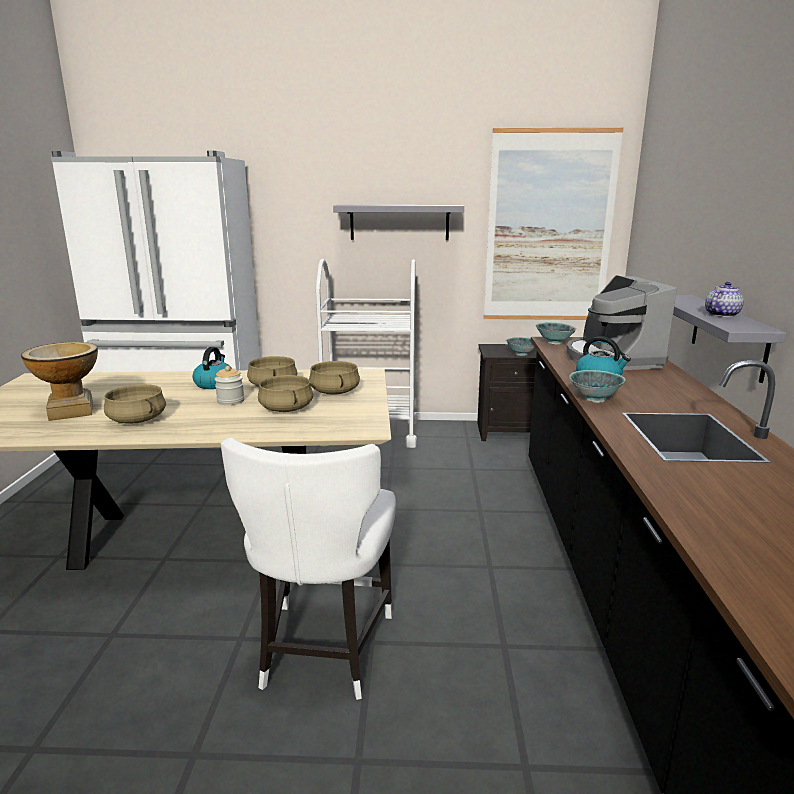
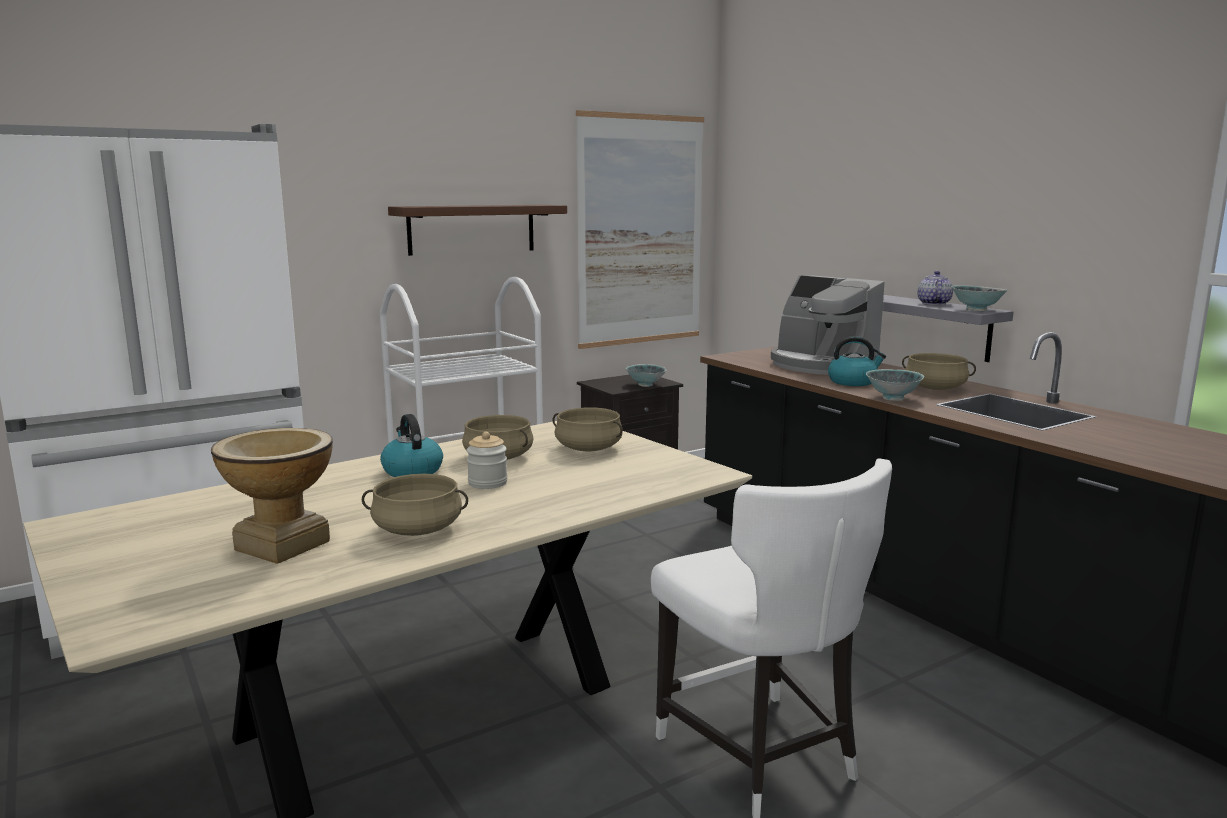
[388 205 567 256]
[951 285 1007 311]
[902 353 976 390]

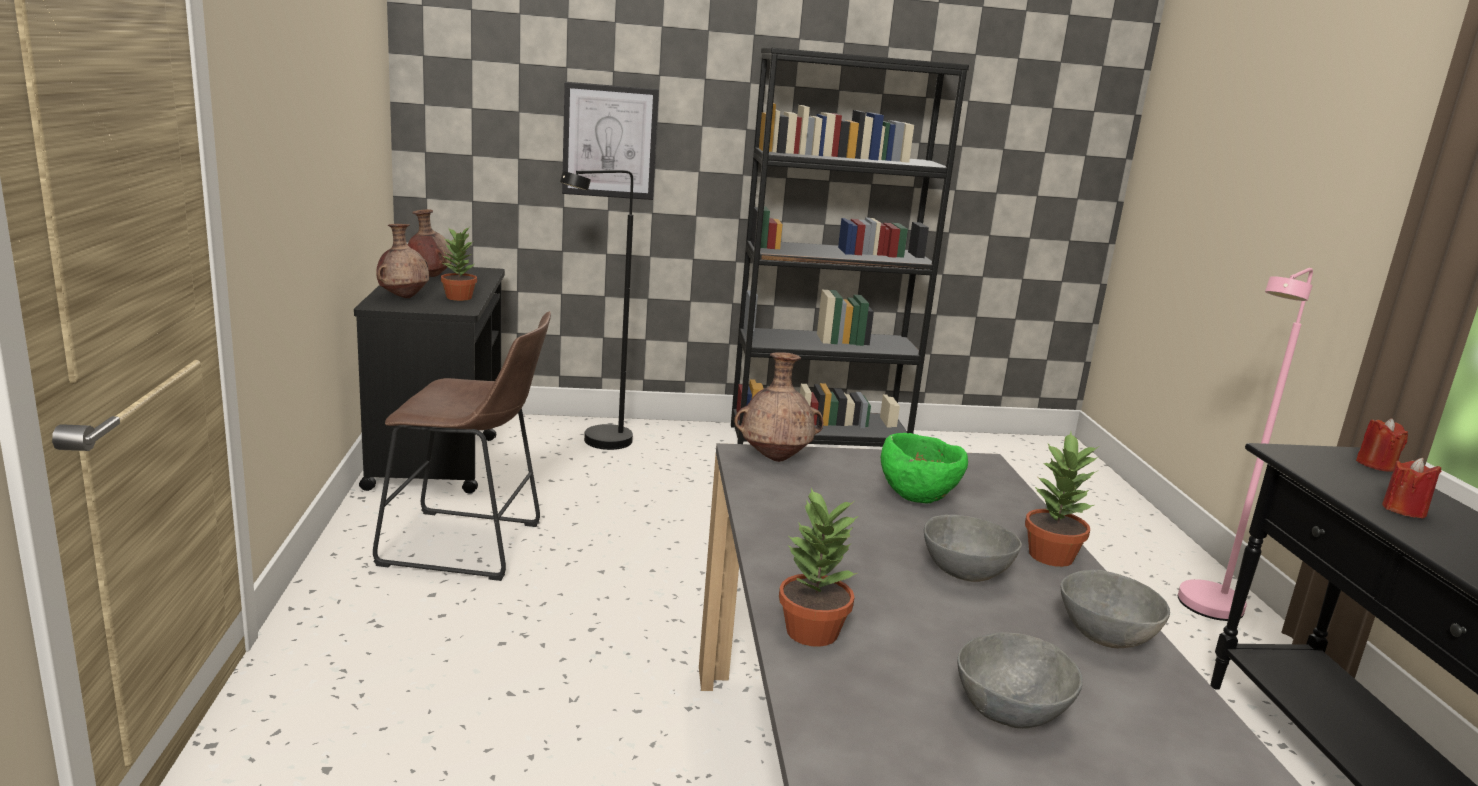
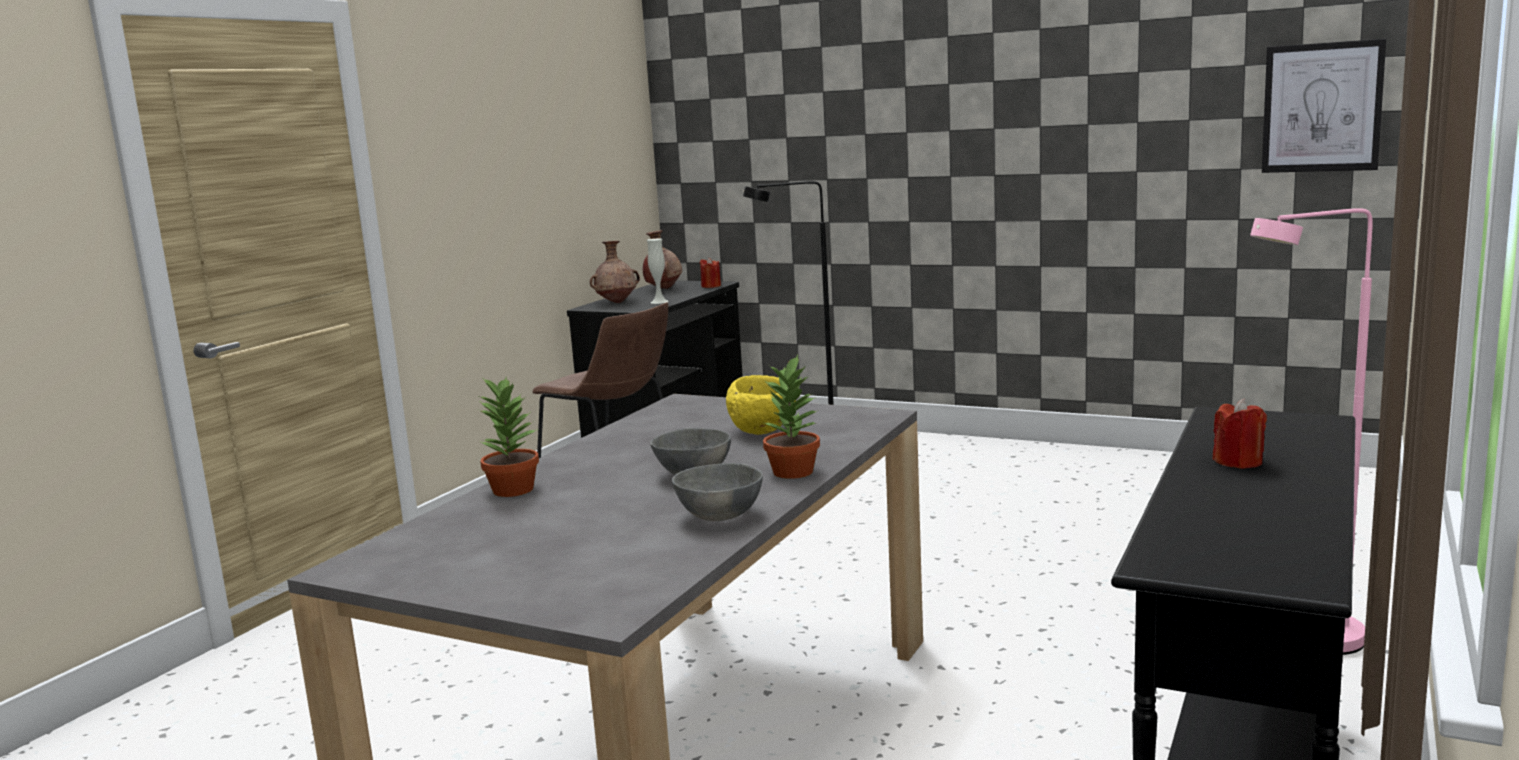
[731 48 969 447] (first image)
[1262 39 1386 173]
[647 239 668 304]
[734 352 823 462] (first image)
[700 257 721 288]
[726 375 796 435]
[958 632 1083 728] (first image)

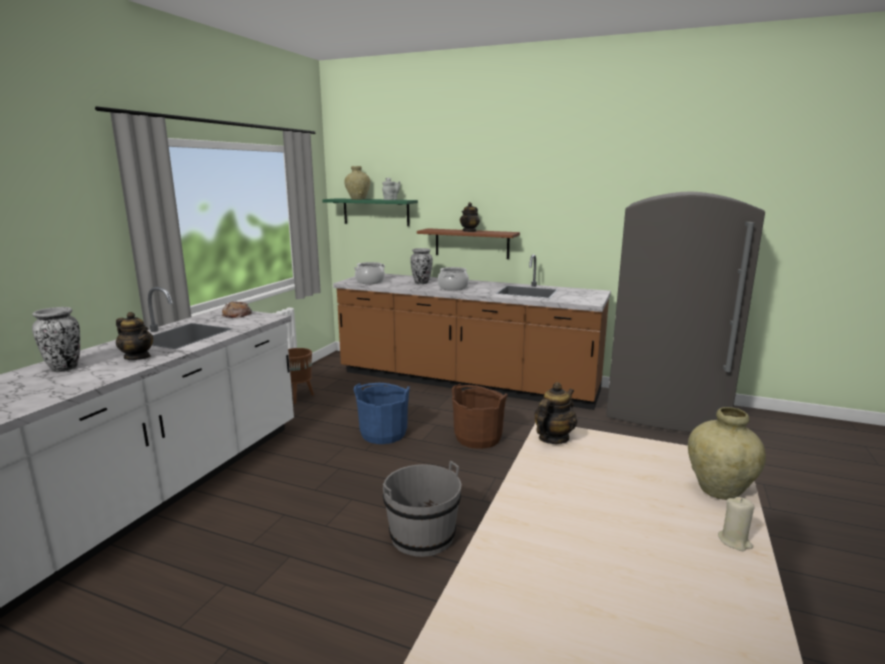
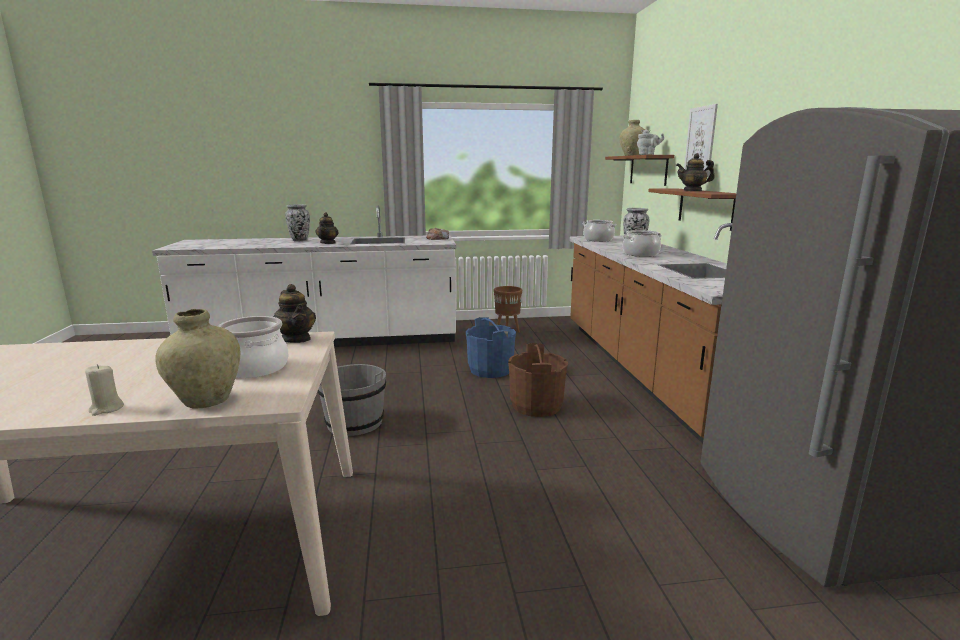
[605 155 674 186]
[273 284 316 343]
[684 104 718 177]
[218 316 288 378]

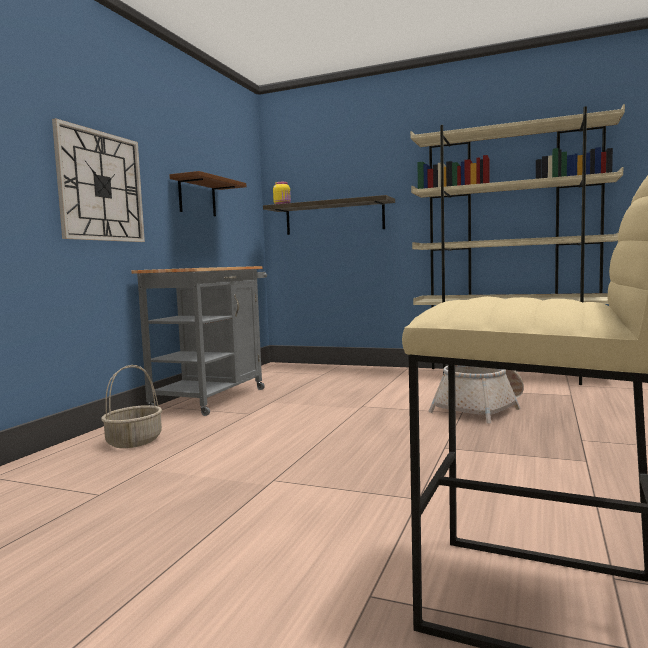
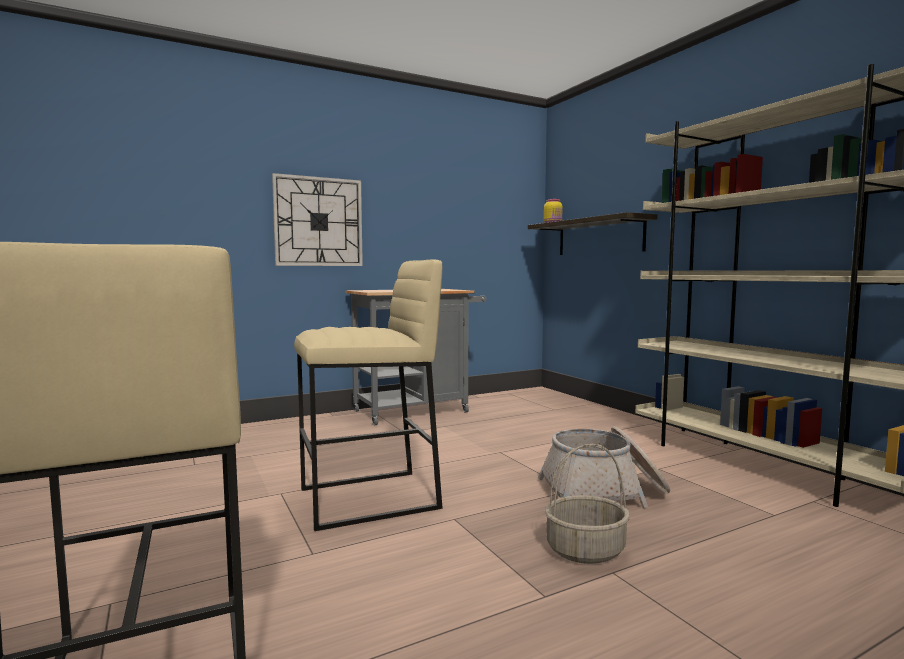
[169 171 246 216] (first image)
[545 444 630 564]
[294 260 443 531]

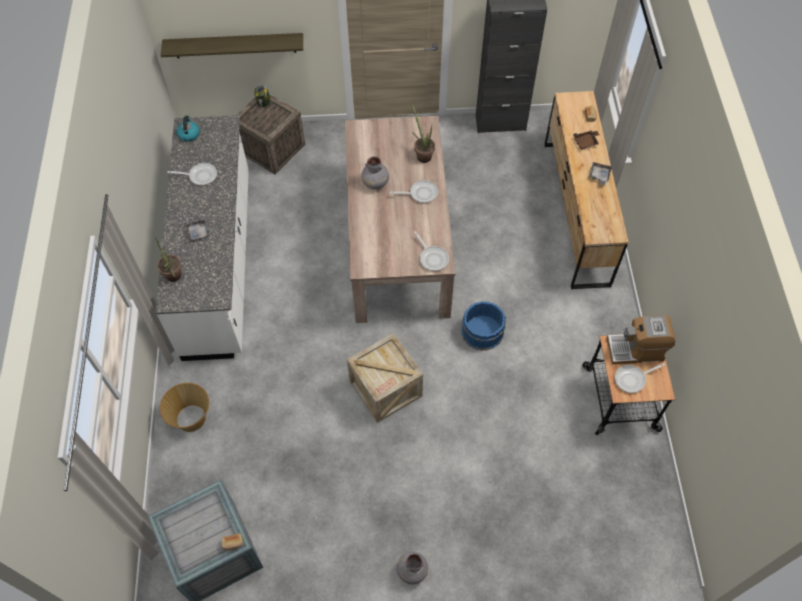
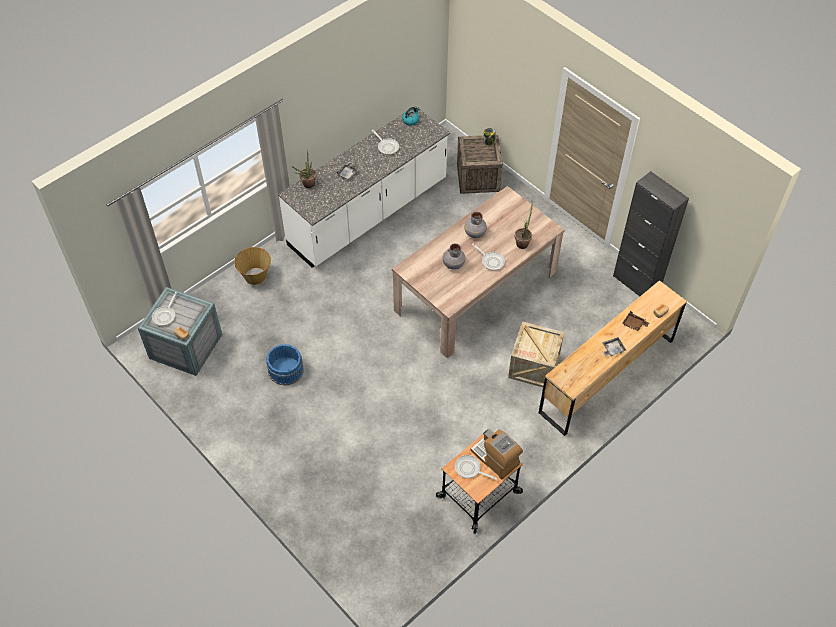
[161 33 303 58] (first image)
[152 292 177 326]
[266 344 304 385]
[508 321 564 387]
[443 243 466 270]

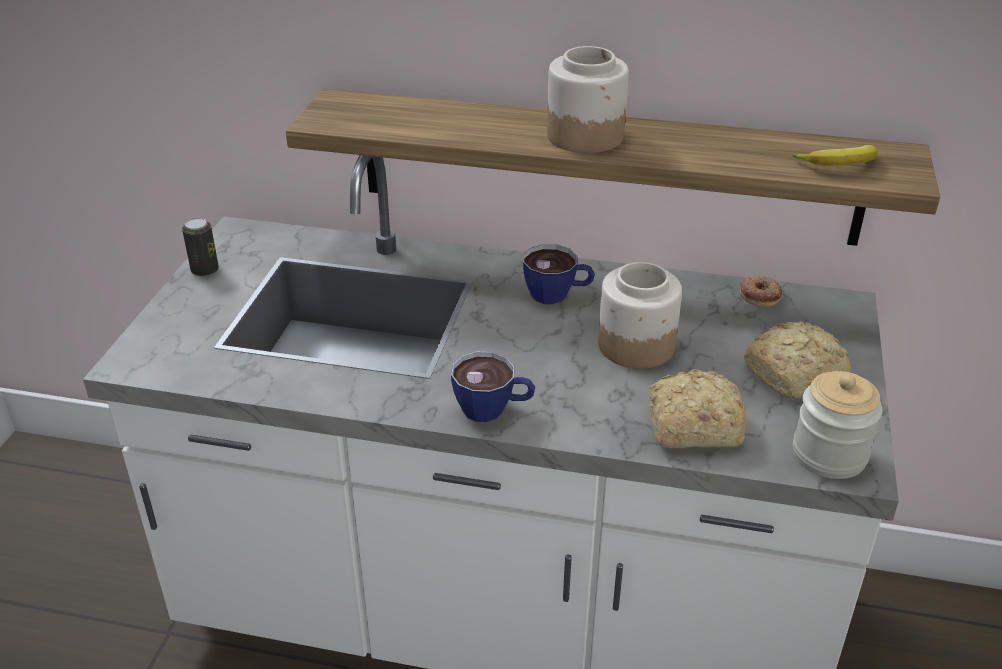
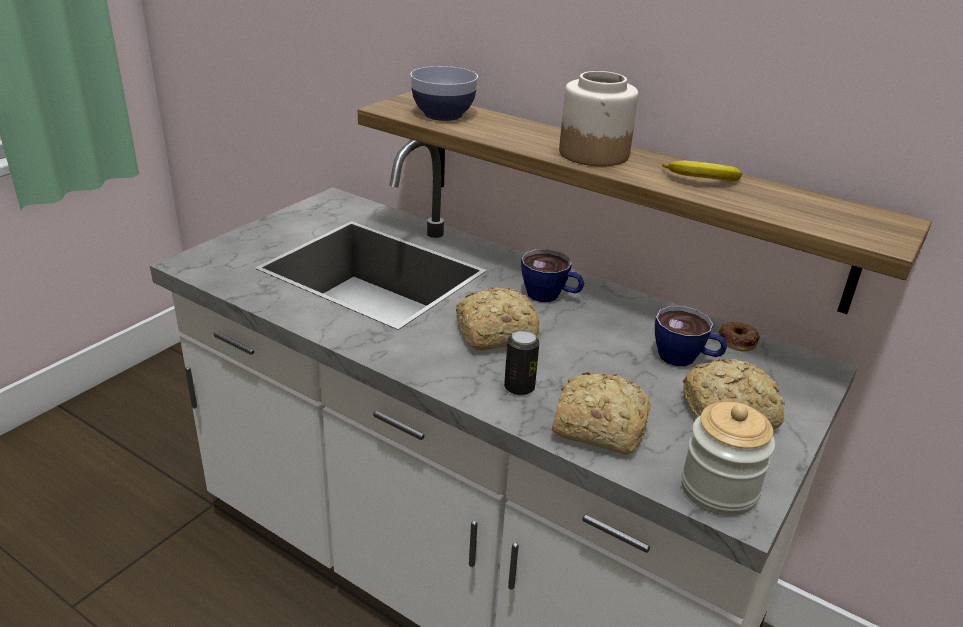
[662 161 742 181]
[504 330 539 396]
[598 262 682 369] (first image)
[655 306 727 366]
[410 66 478 121]
[456 287 540 350]

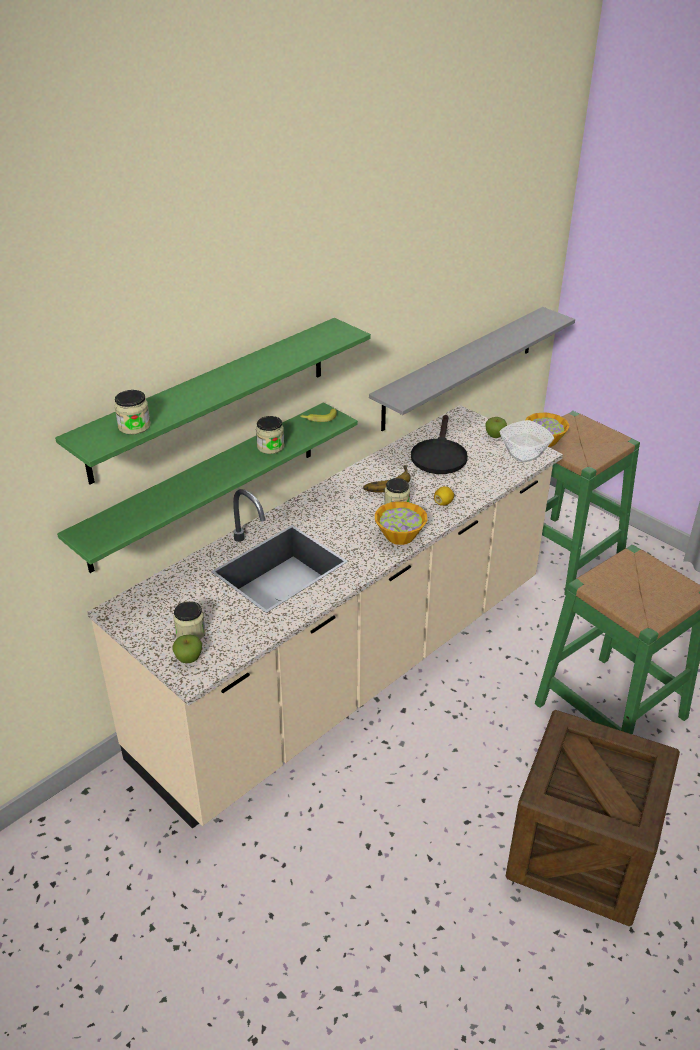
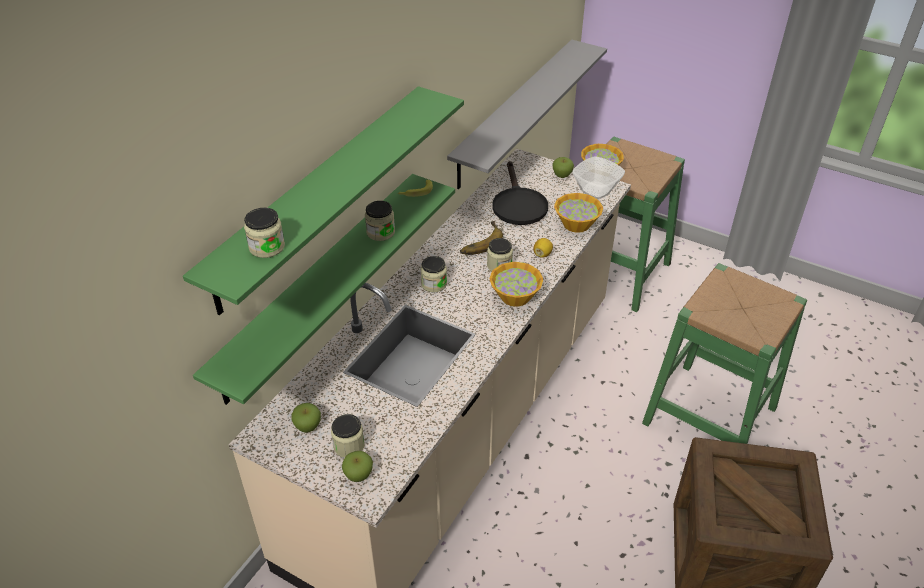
[554 193 603 233]
[421 256 447 292]
[291 403 321 433]

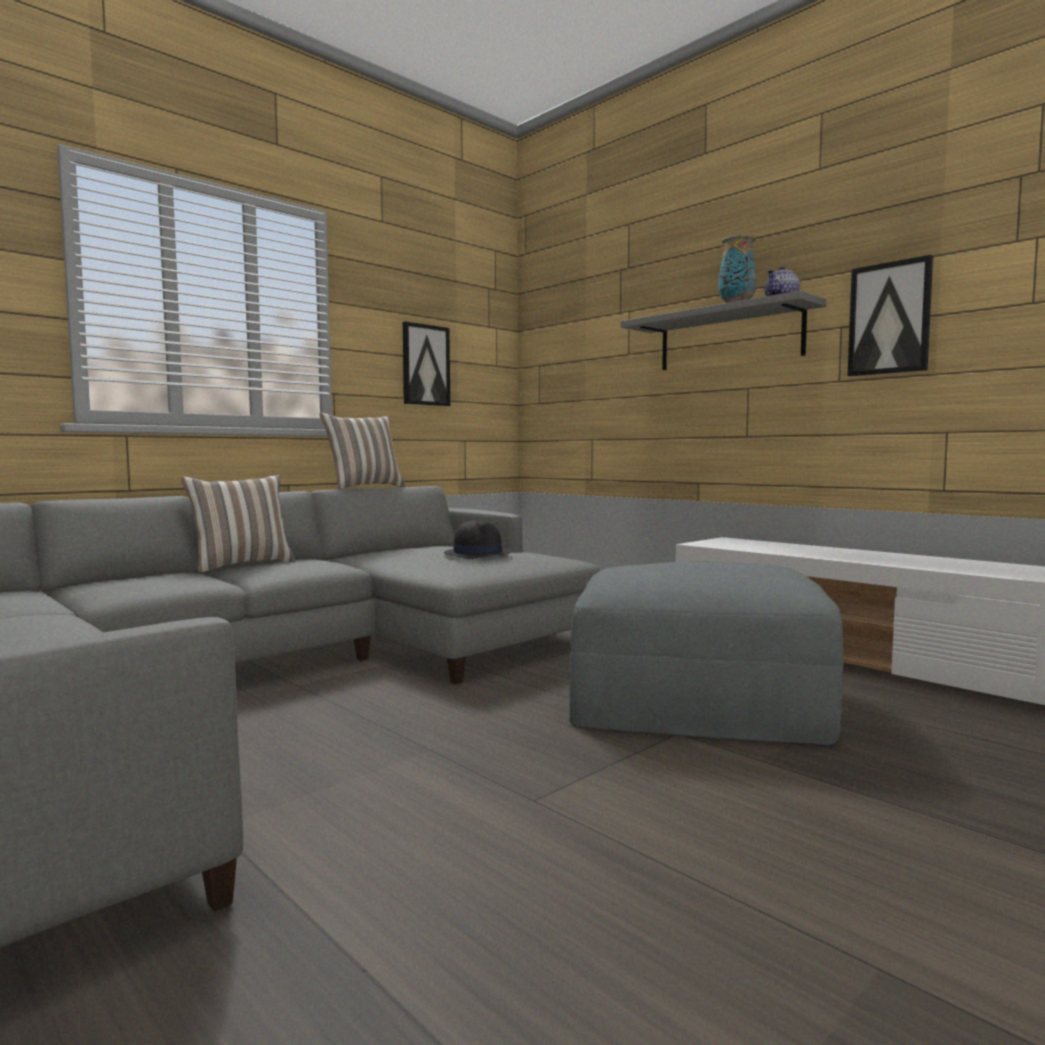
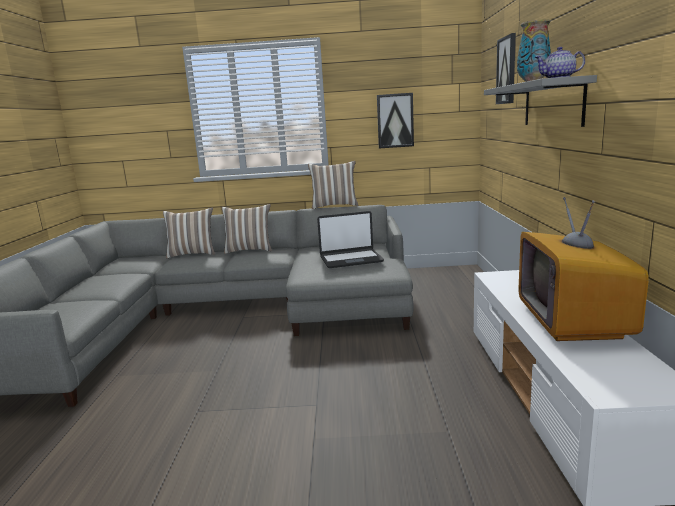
[496 33 516 104]
[317 211 384 268]
[569 562 844 745] (first image)
[519 197 649 341]
[163 208 215 258]

